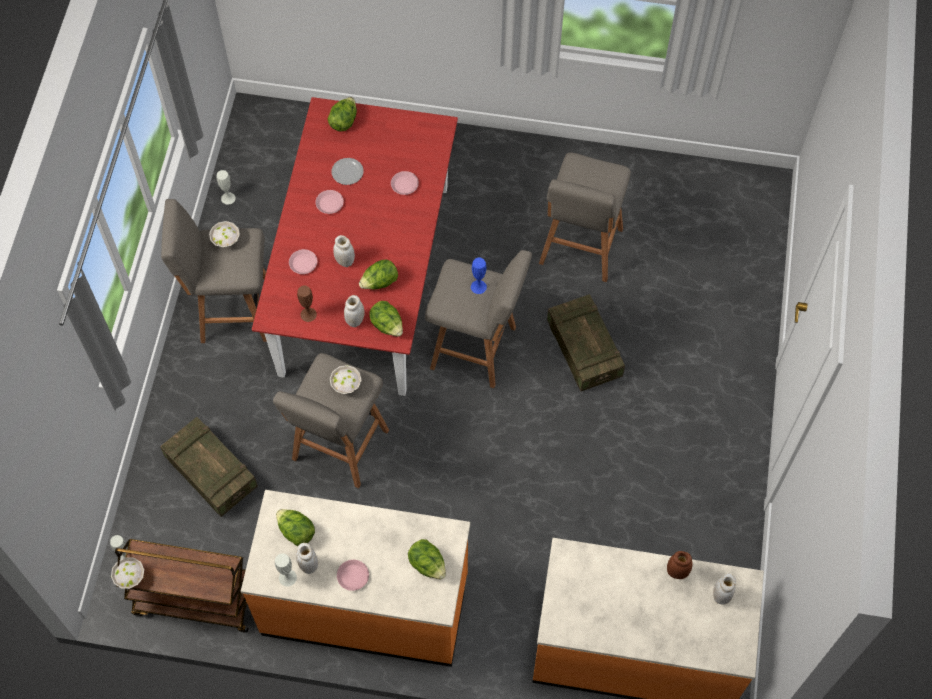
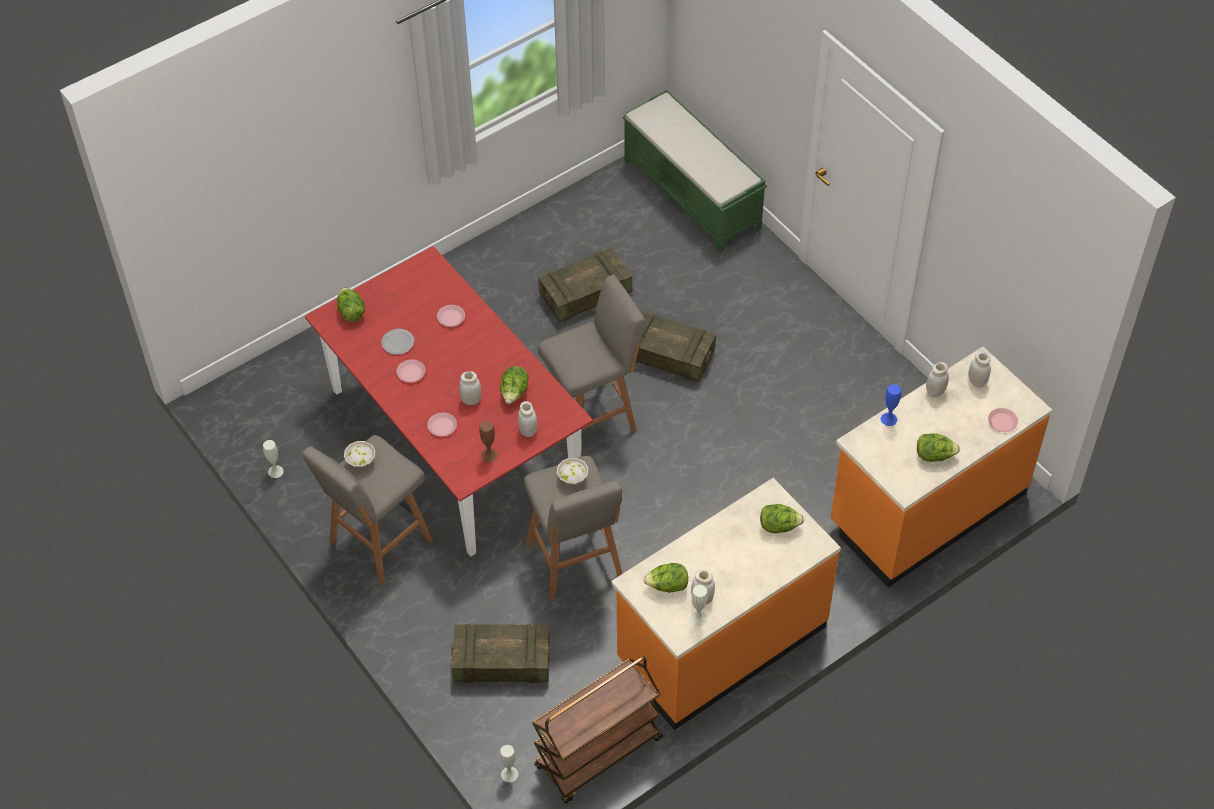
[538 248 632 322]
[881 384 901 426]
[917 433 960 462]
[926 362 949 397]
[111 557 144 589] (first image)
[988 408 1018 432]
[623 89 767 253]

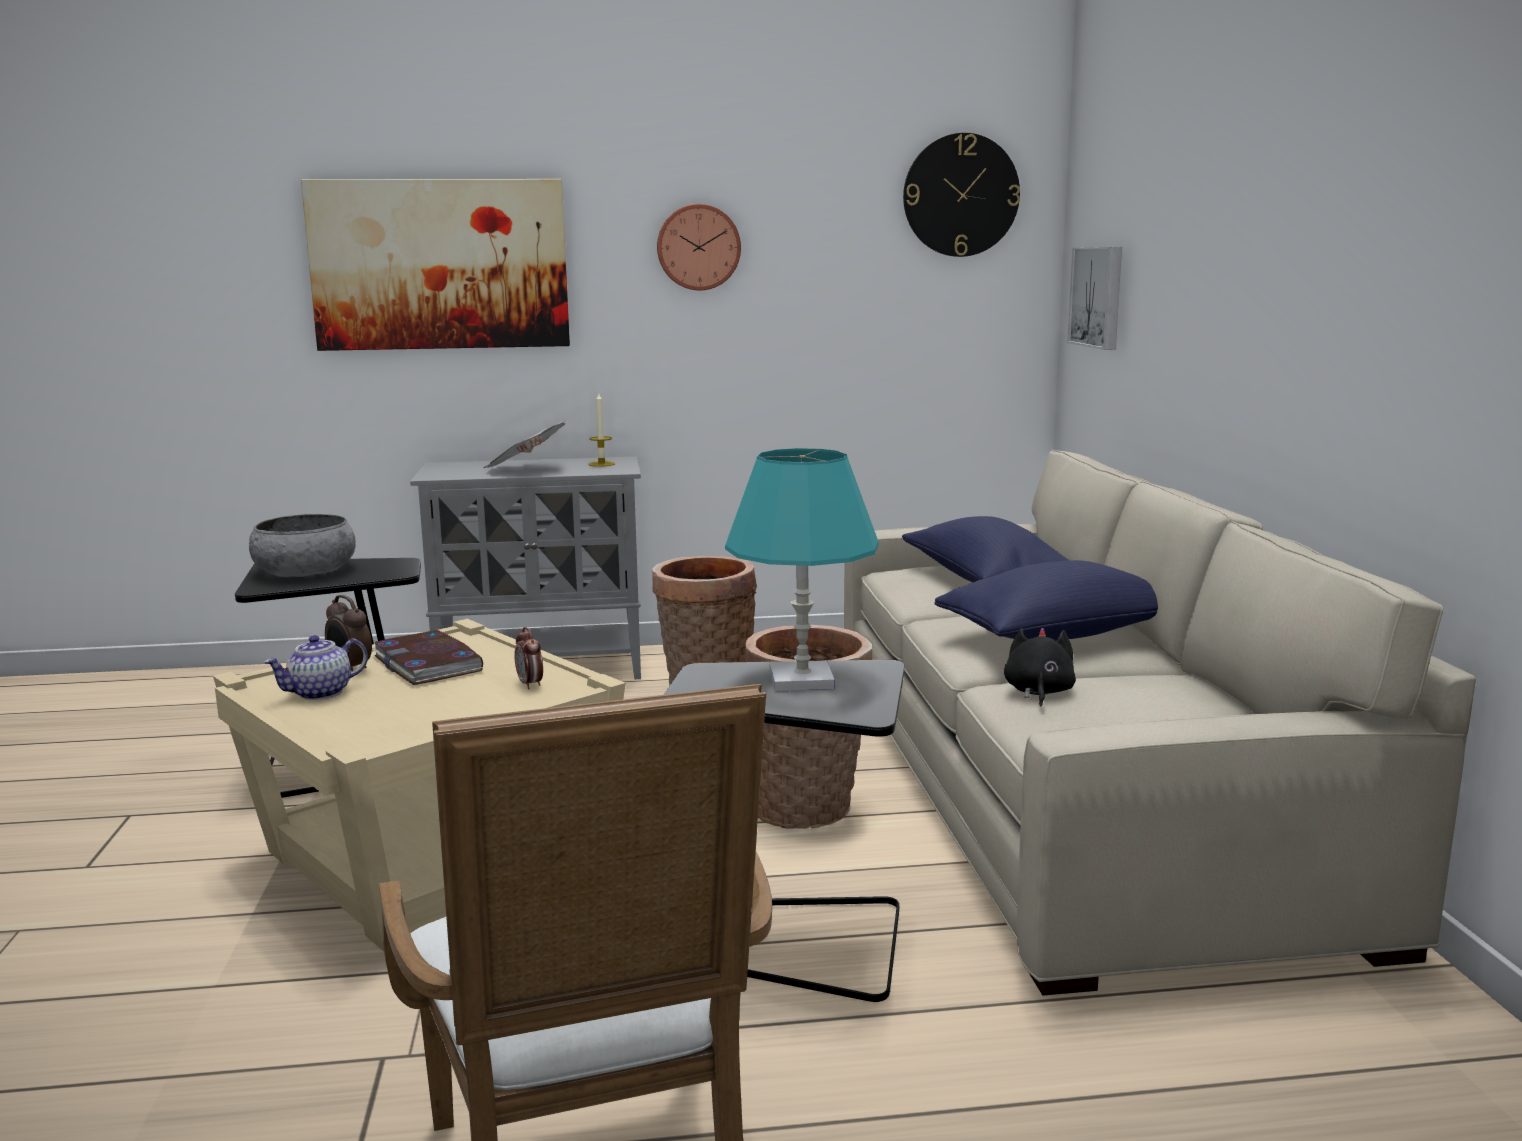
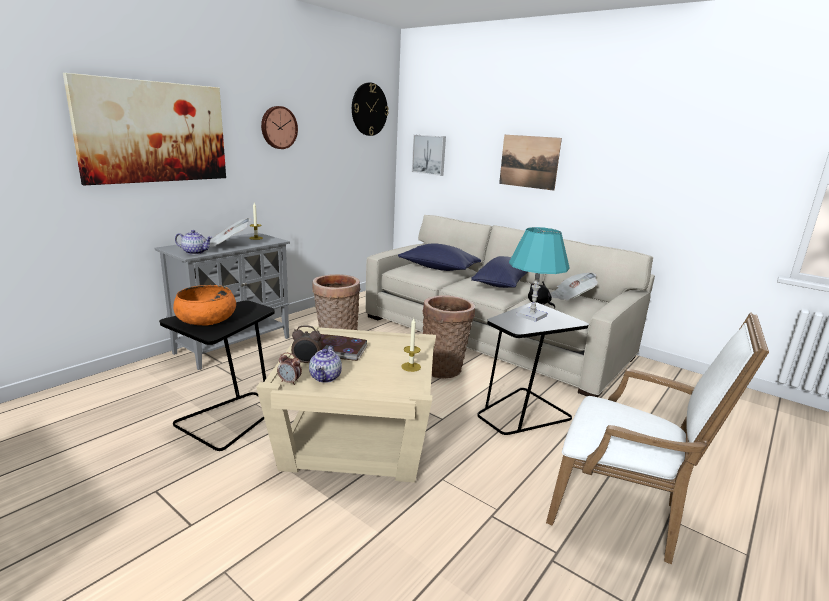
[173 285 236 326]
[277 353 302 385]
[499 135 562 191]
[175 230 213 255]
[550 272 598 301]
[401 318 421 372]

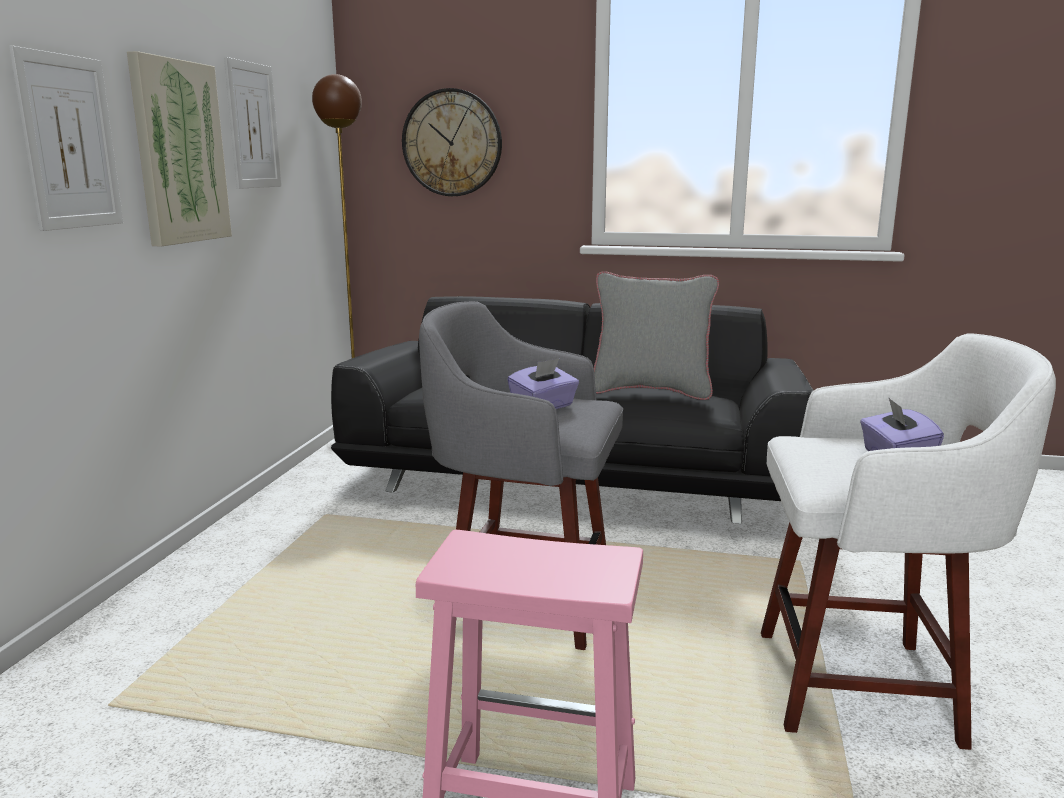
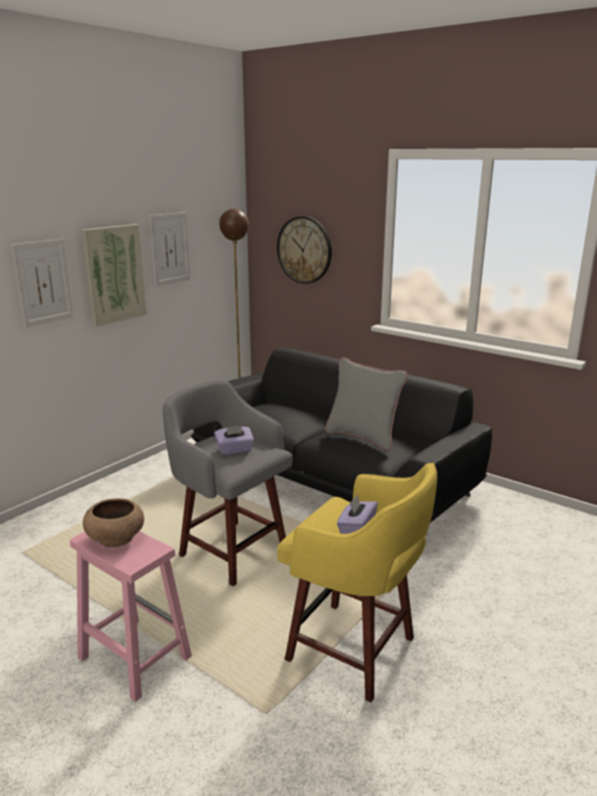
[277 463 437 702]
[83 498 144 547]

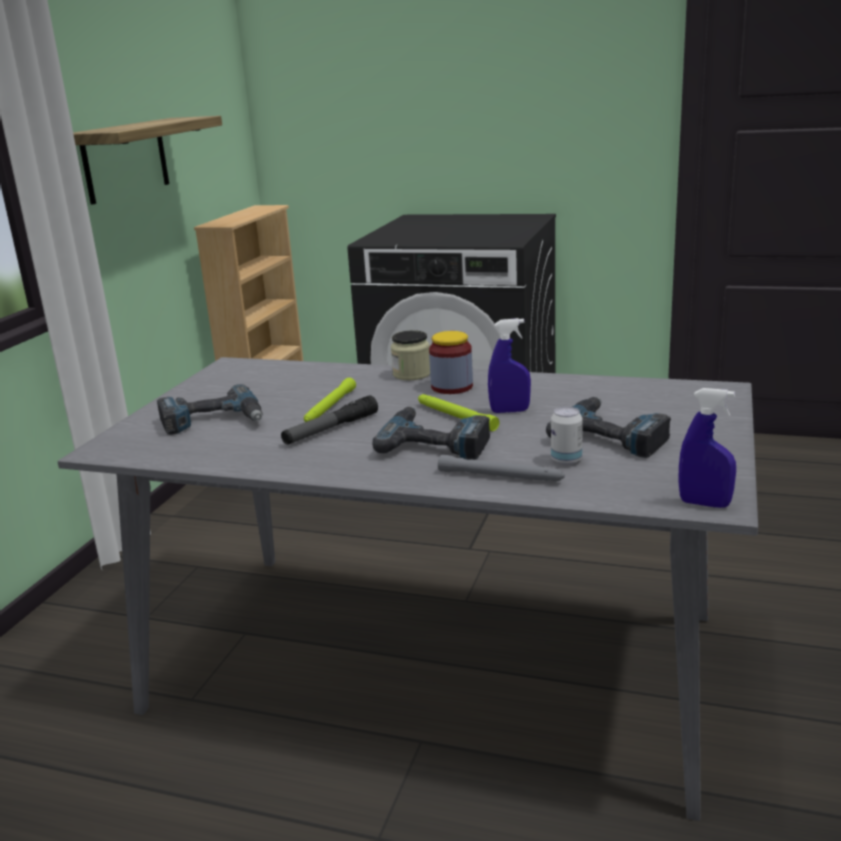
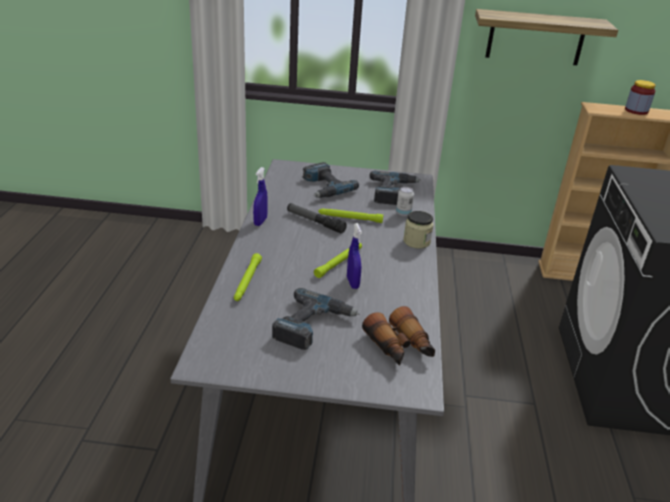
[625 80 656 115]
[253 167 268 226]
[370 171 421 205]
[396 187 414 217]
[234 253 262 301]
[362 306 435 366]

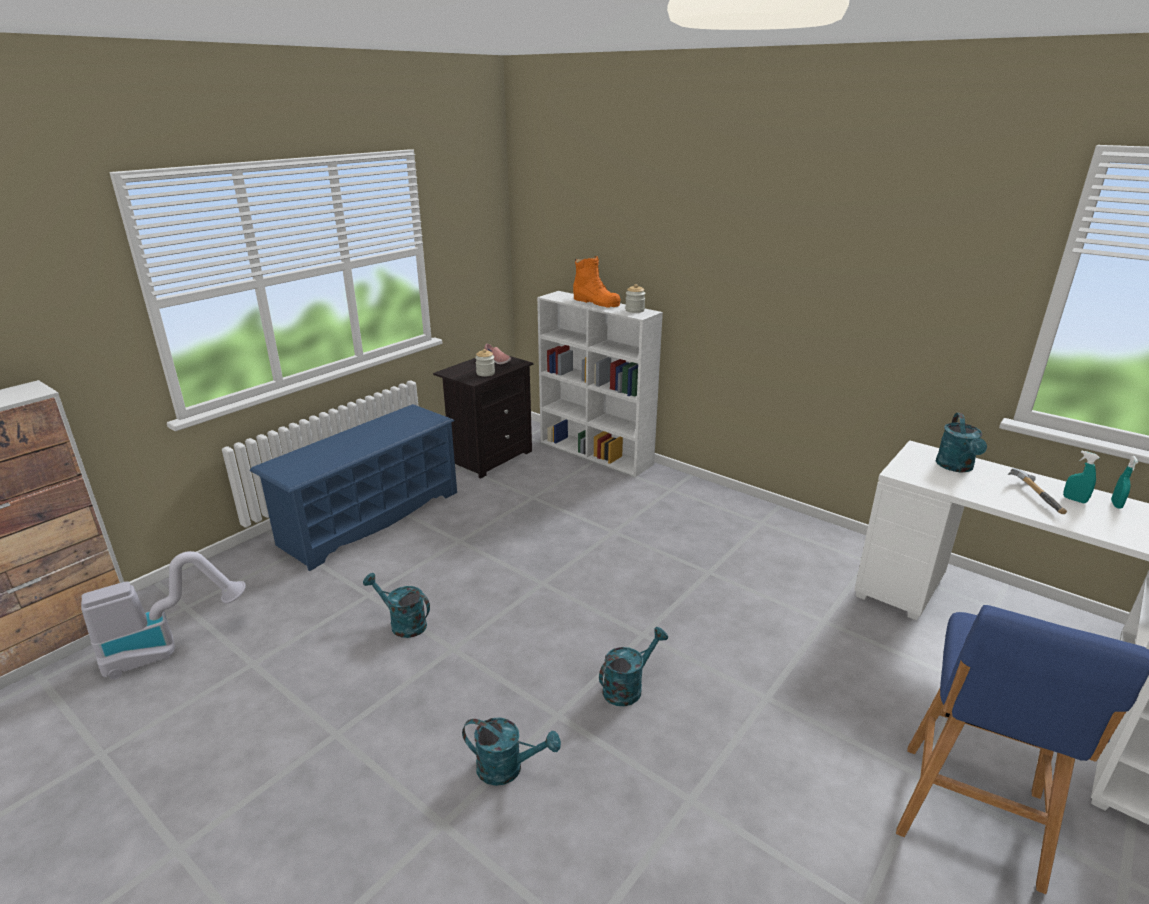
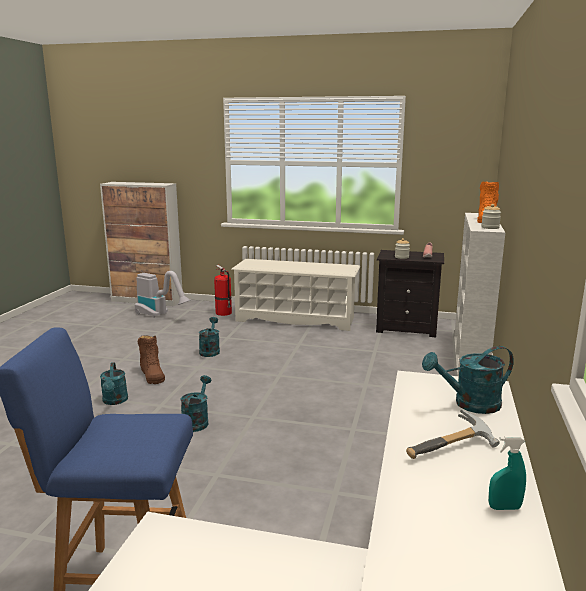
[231 259 360 331]
[1063 450 1100 504] (first image)
[181 375 211 432]
[214 265 232 316]
[138 335 165 384]

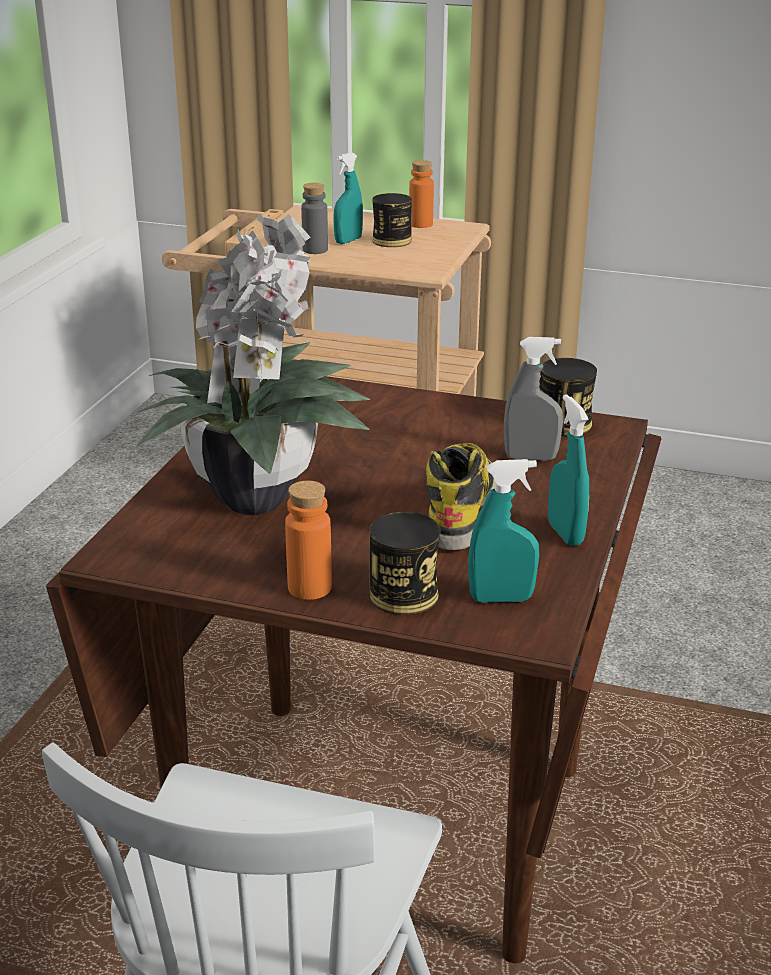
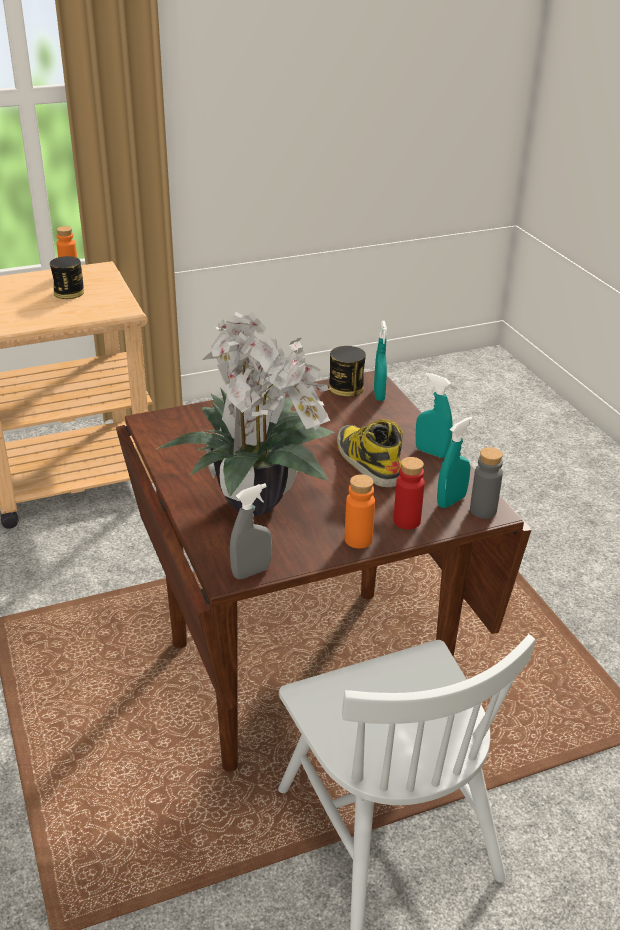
[374 321 387 401]
[470 447 503 519]
[230 483 272 579]
[394 457 425 529]

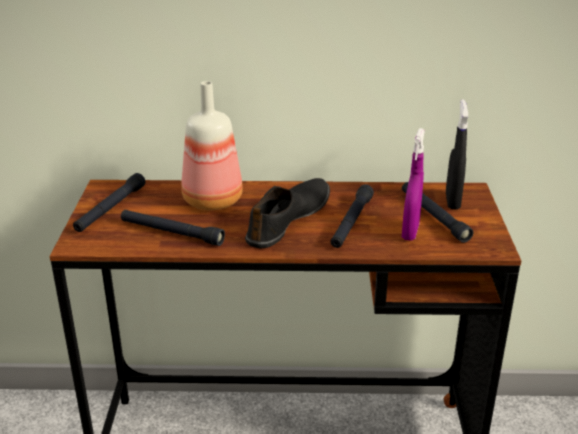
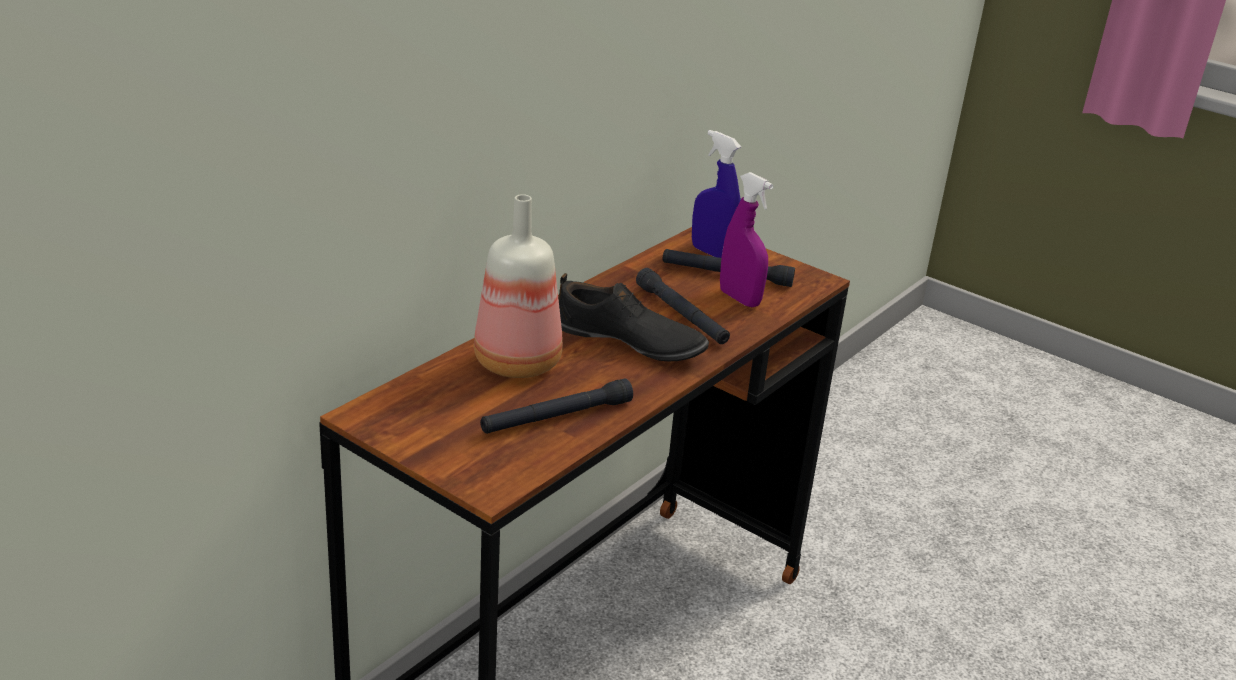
[692 130 741 258]
[73 173 145 232] (first image)
[558 273 709 361]

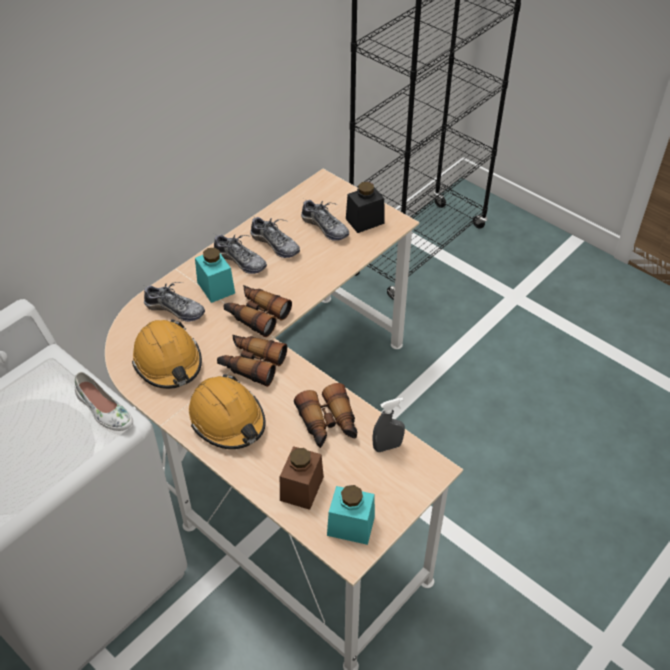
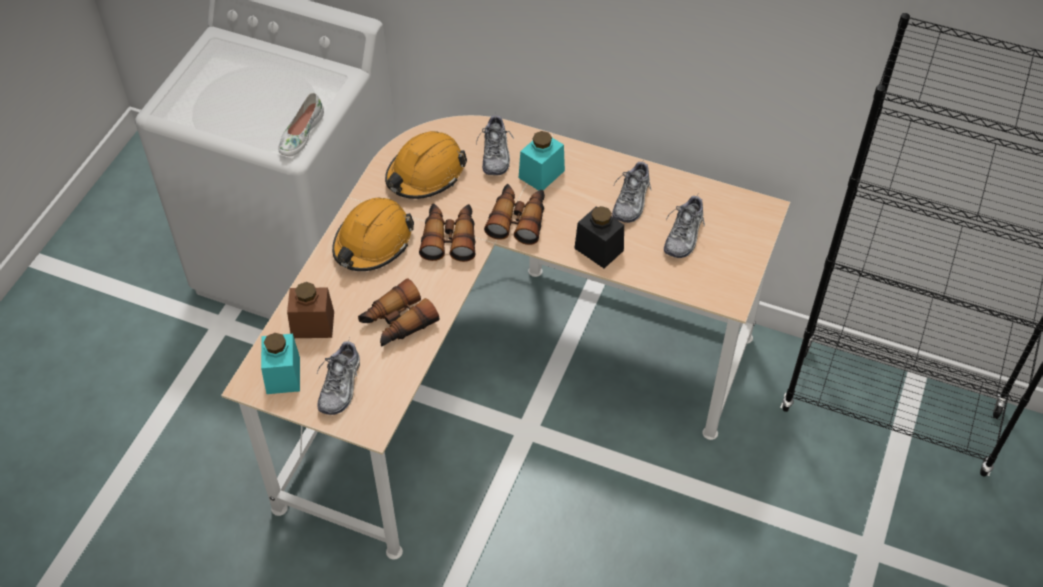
[574 206 624 268]
[317 338 360 415]
[373 397 405 452] (first image)

